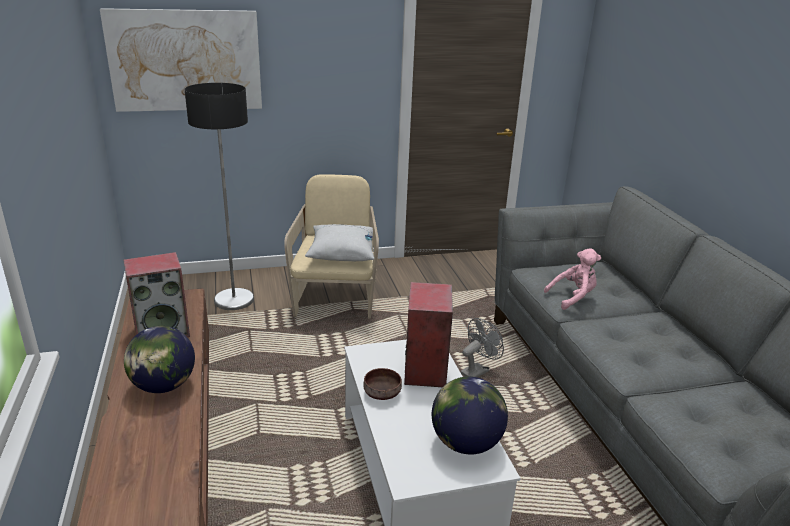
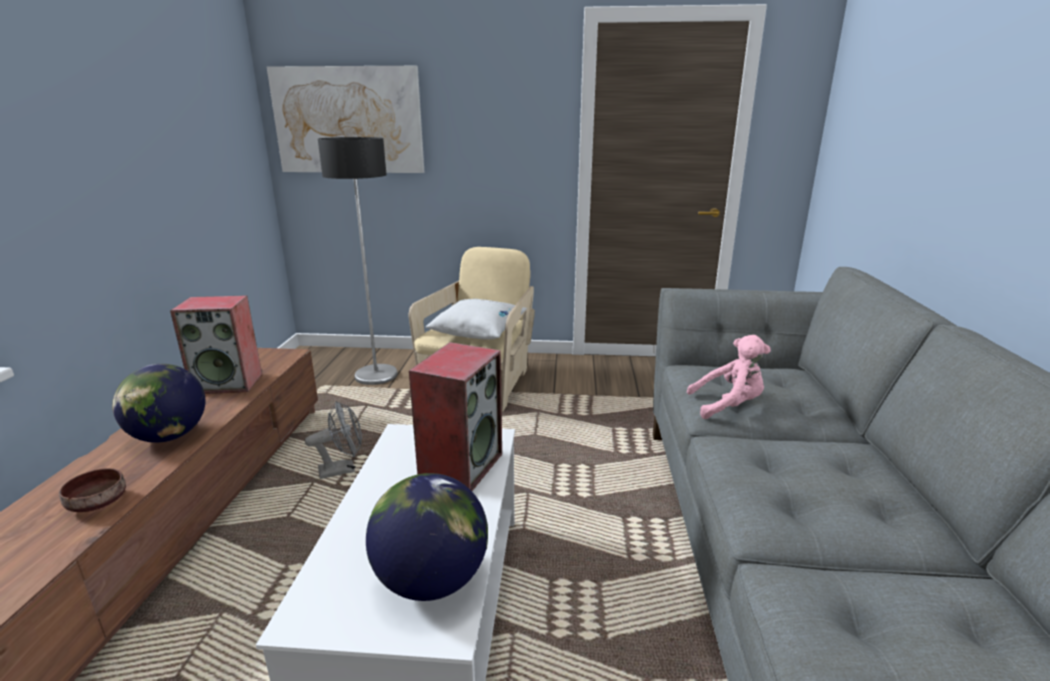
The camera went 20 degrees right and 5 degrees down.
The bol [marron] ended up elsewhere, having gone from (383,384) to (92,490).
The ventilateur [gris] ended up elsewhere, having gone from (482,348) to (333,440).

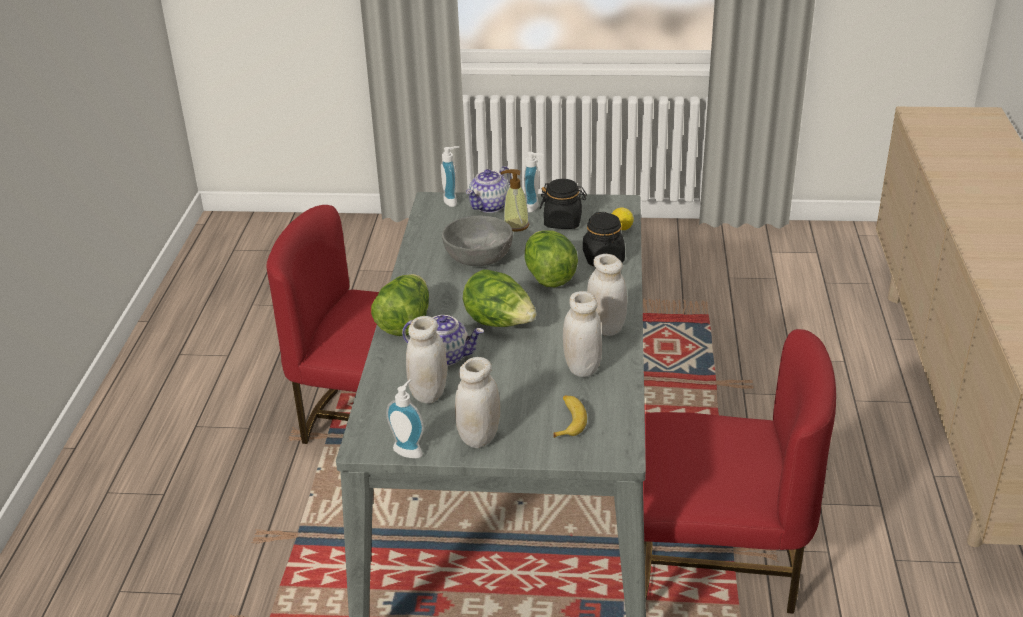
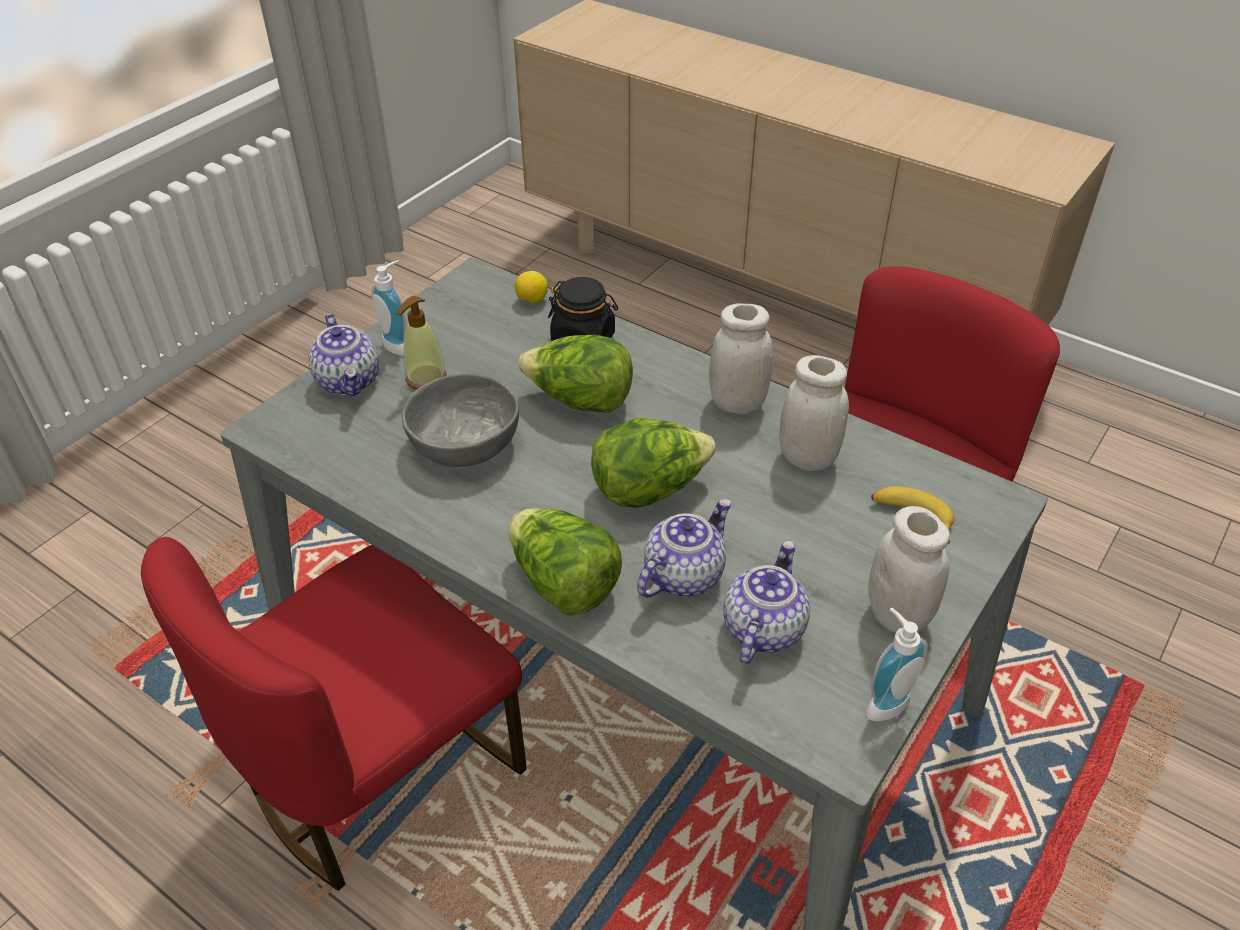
The camera went 60 degrees left and 10 degrees up.
Where the bocal [blanc] stood at (426,360), the théière came to stand at (766,602).
The second view lost the distributeur de savon at (450,176).
The second view lost the bocal [noir] at (563,204).

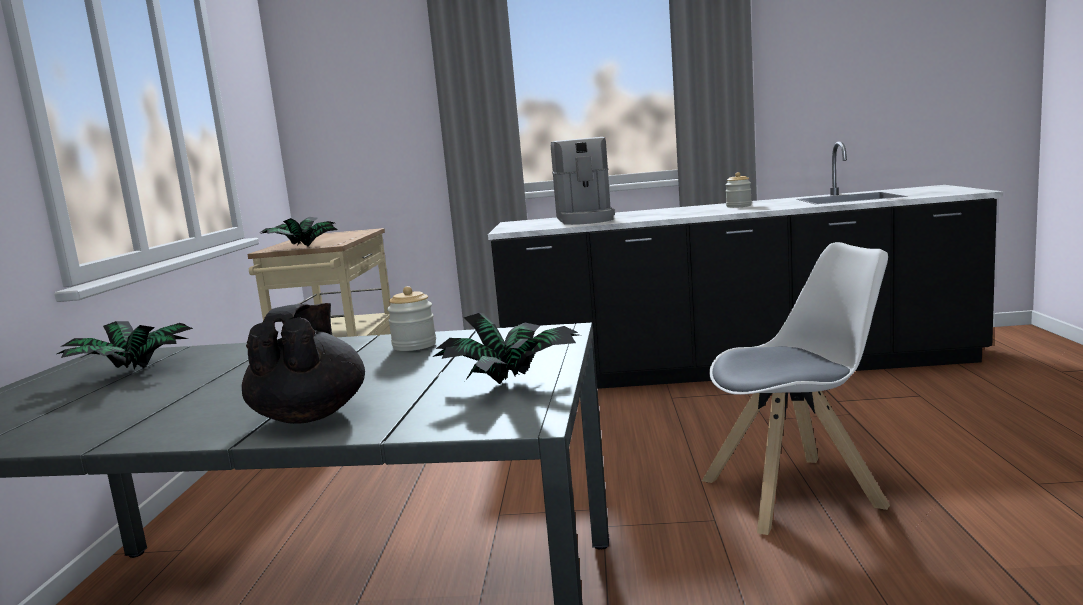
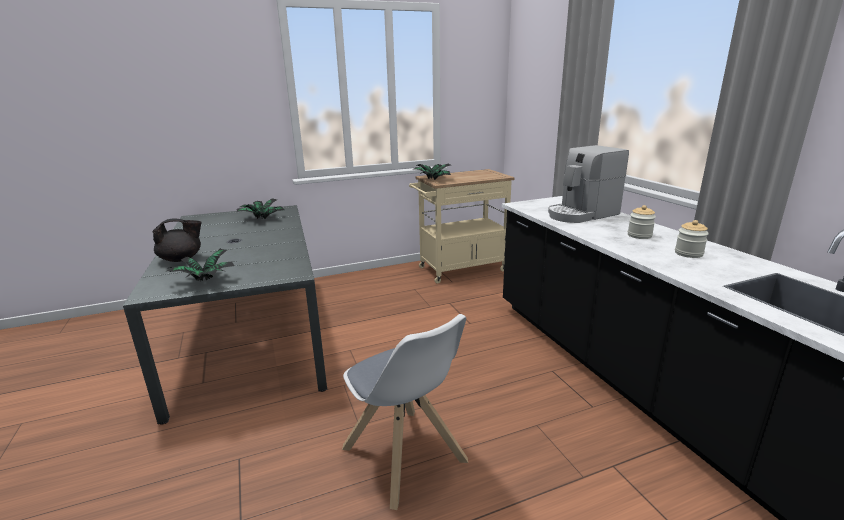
The camera went 65 degrees right and 10 degrees up.
The bocal ended up elsewhere, having gone from (411,318) to (642,222).

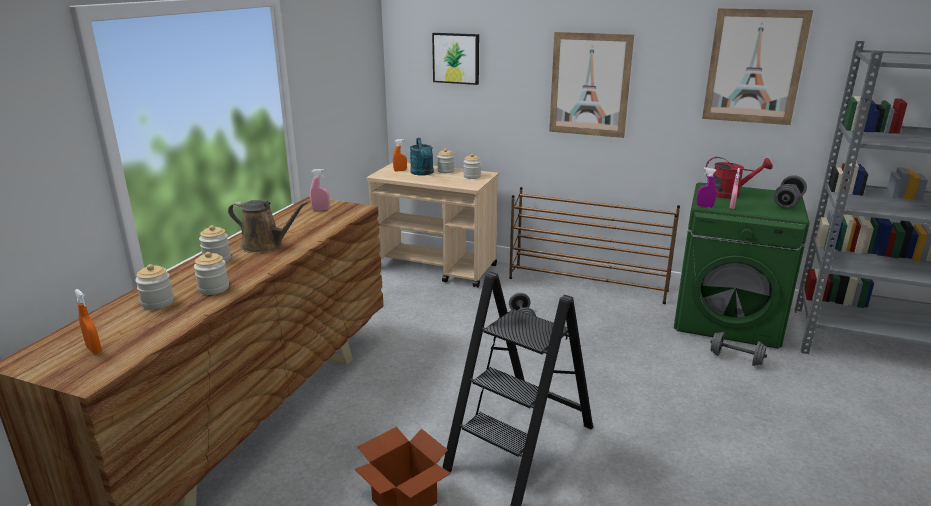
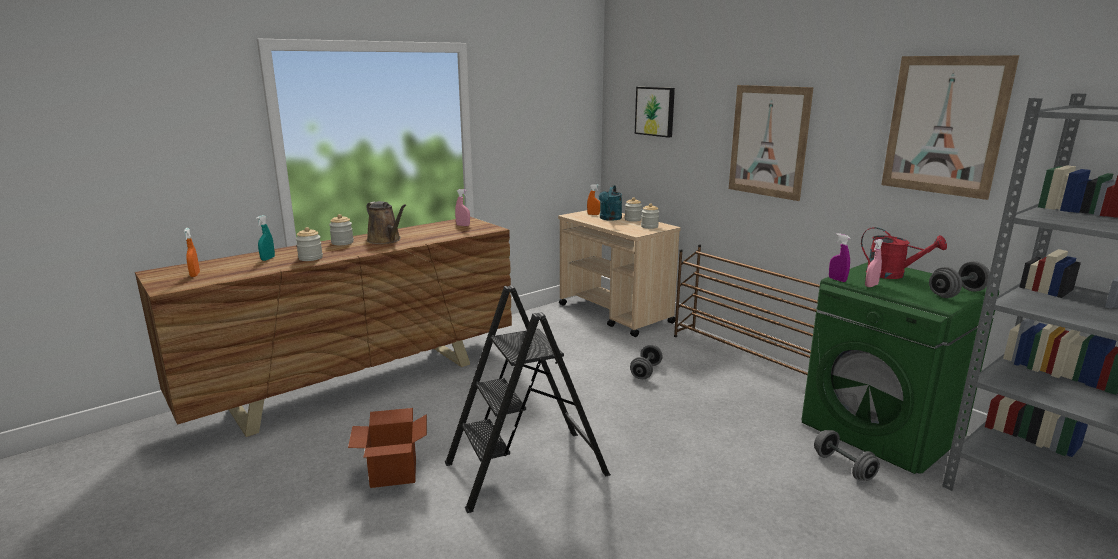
The camera went 30 degrees right and 5 degrees down.
Where the bocal stood at (154,286), the vaporisateur [turquoise] came to stand at (265,238).

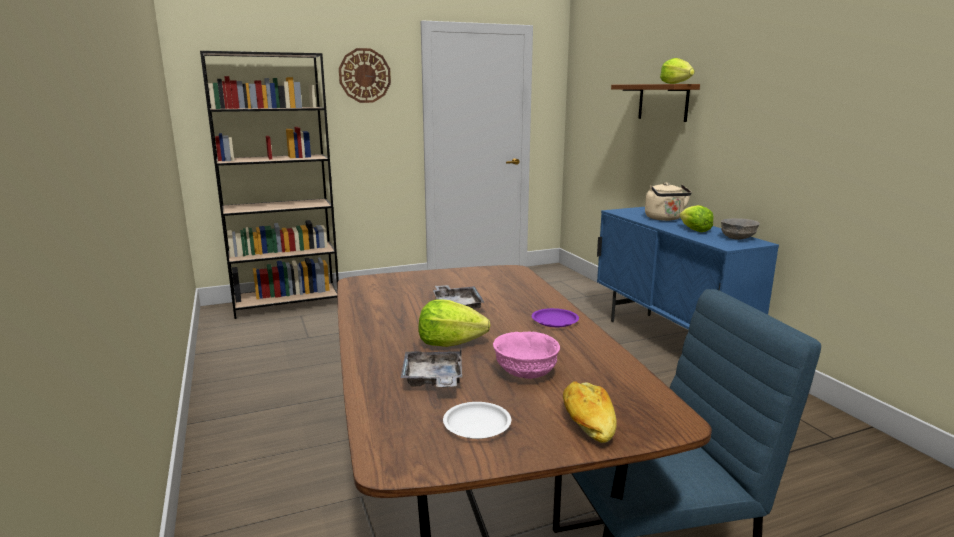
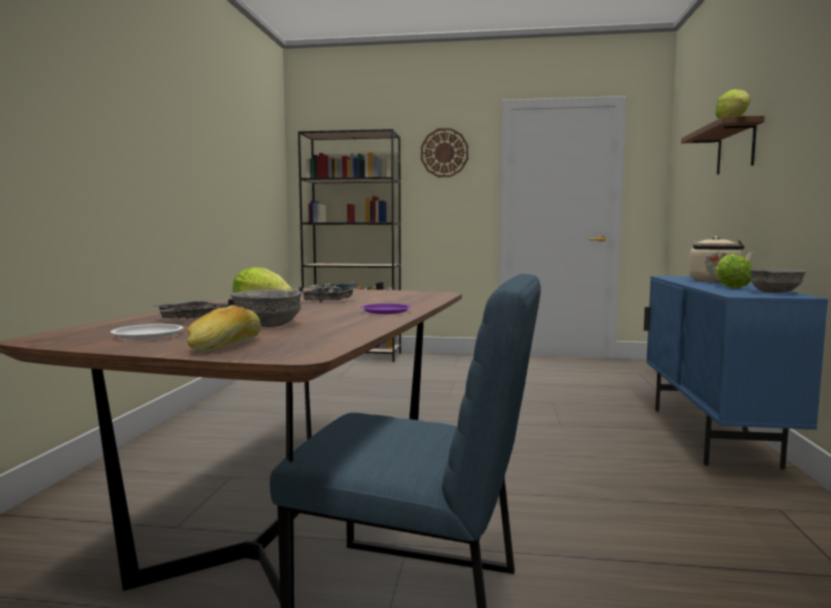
The camera went 30 degrees right and 10 degrees down.
What was the bol [rose] at (526,355) turned into the bol [gris] at (266,308).

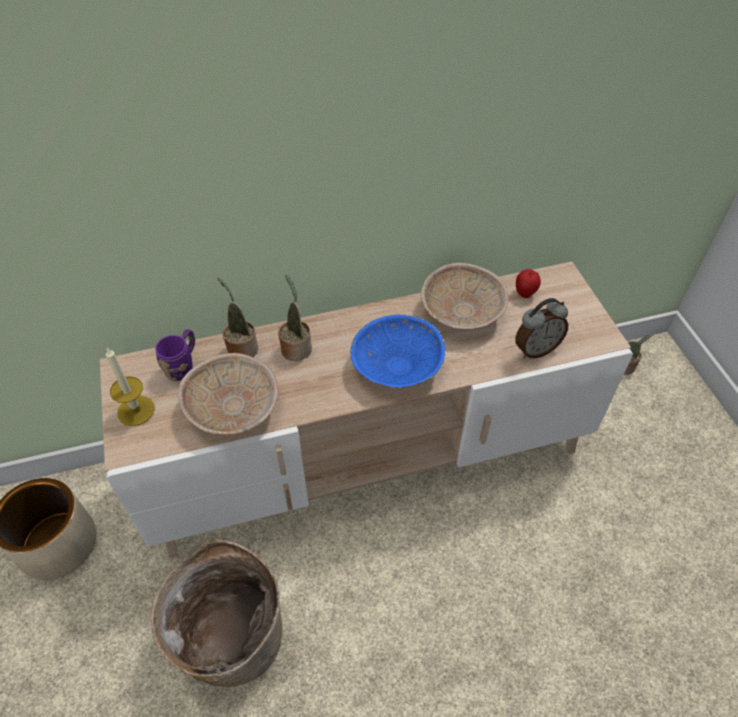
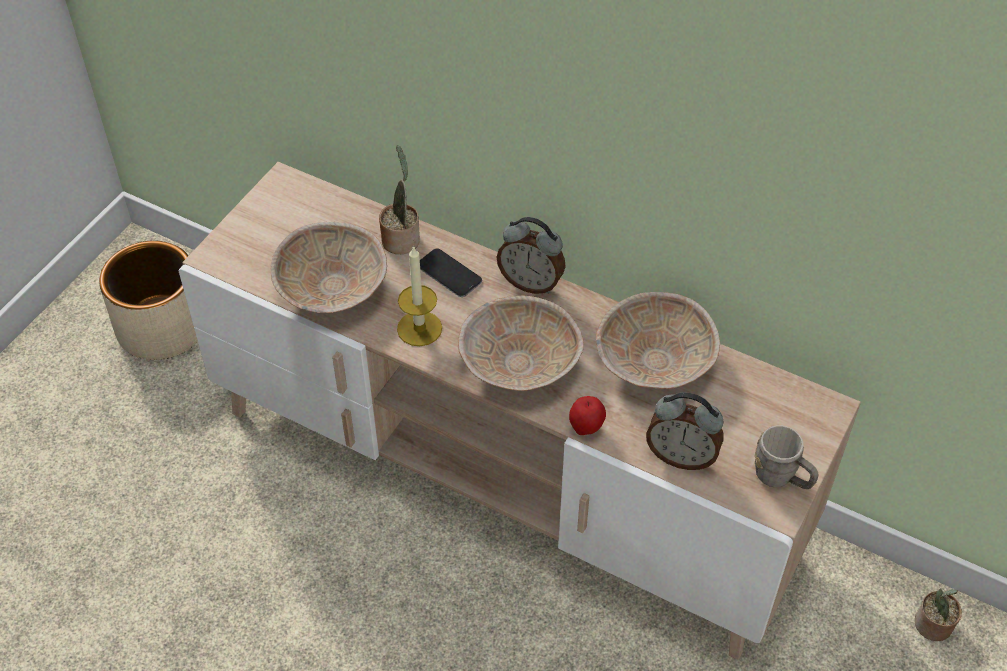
The camera went 45 degrees right and 0 degrees up.
The bougie ended up elsewhere, having gone from (130,387) to (419,295).
The second view lost the panier at (216,613).
The second view lost the mug [violet] at (175,355).
Where the plante en pot stood at (295,317), the téléphone came to stand at (451,273).
What was the bol [bleu] at (397,351) turned into the bol [beige] at (521,343).
The pomme ended up elsewhere, having gone from (528,283) to (587,415).
The second view gained the réveil at (531,255).
The second view gained the mug [gris] at (787,457).

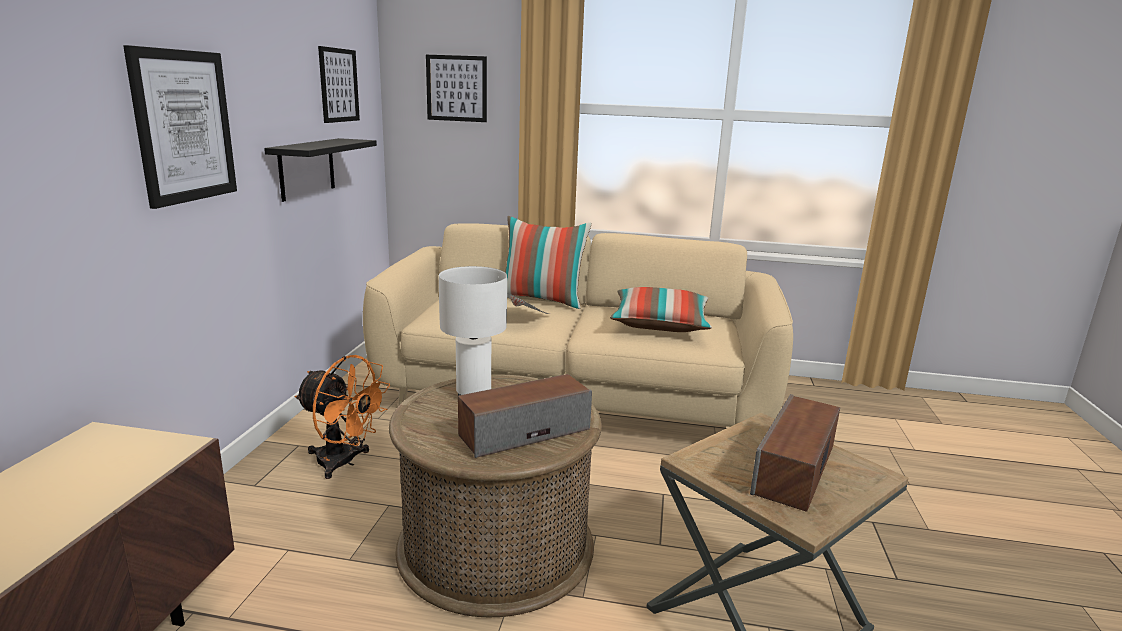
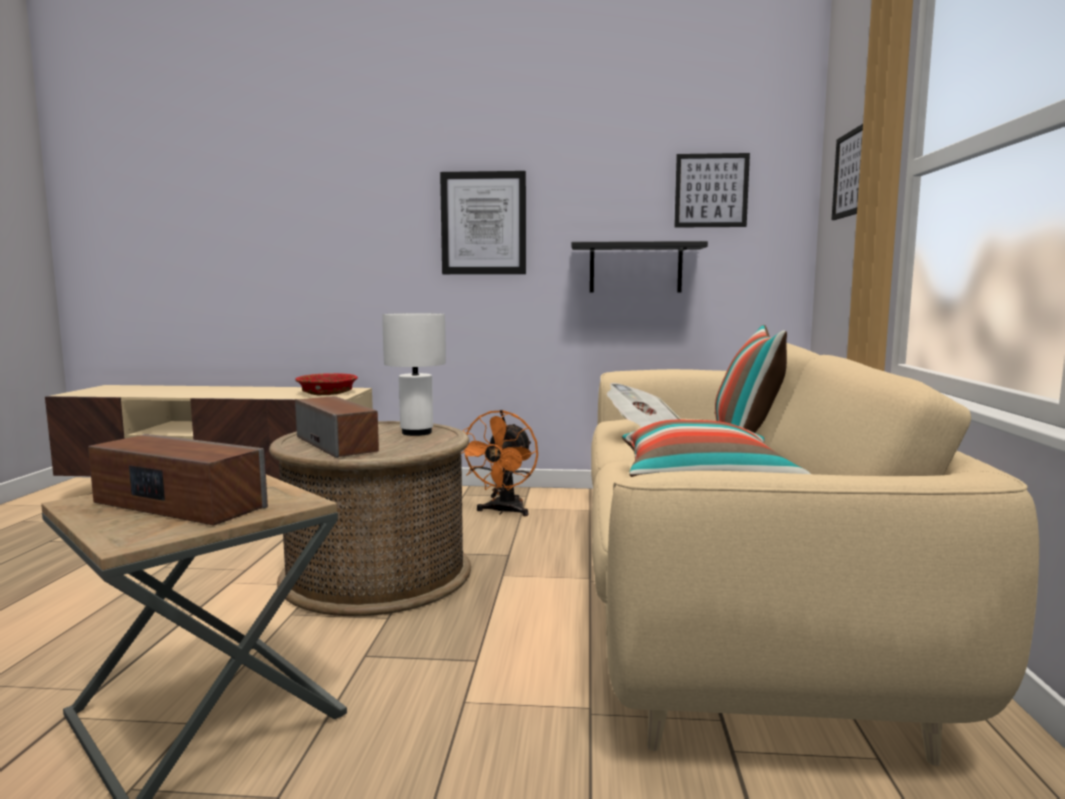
The camera went 85 degrees right and 10 degrees down.
The second view gained the bol [rouge] at (326,384).

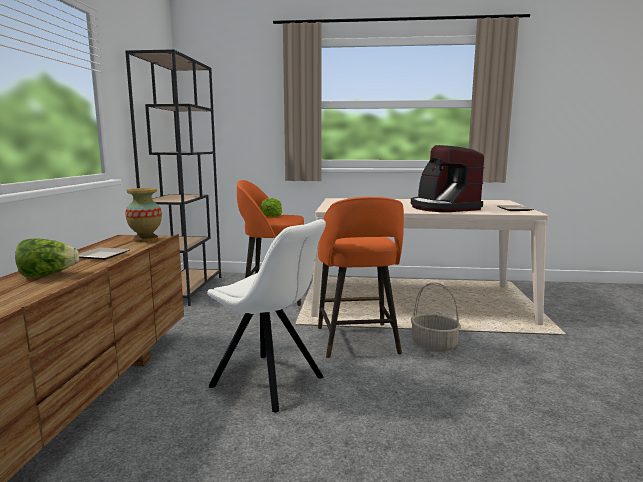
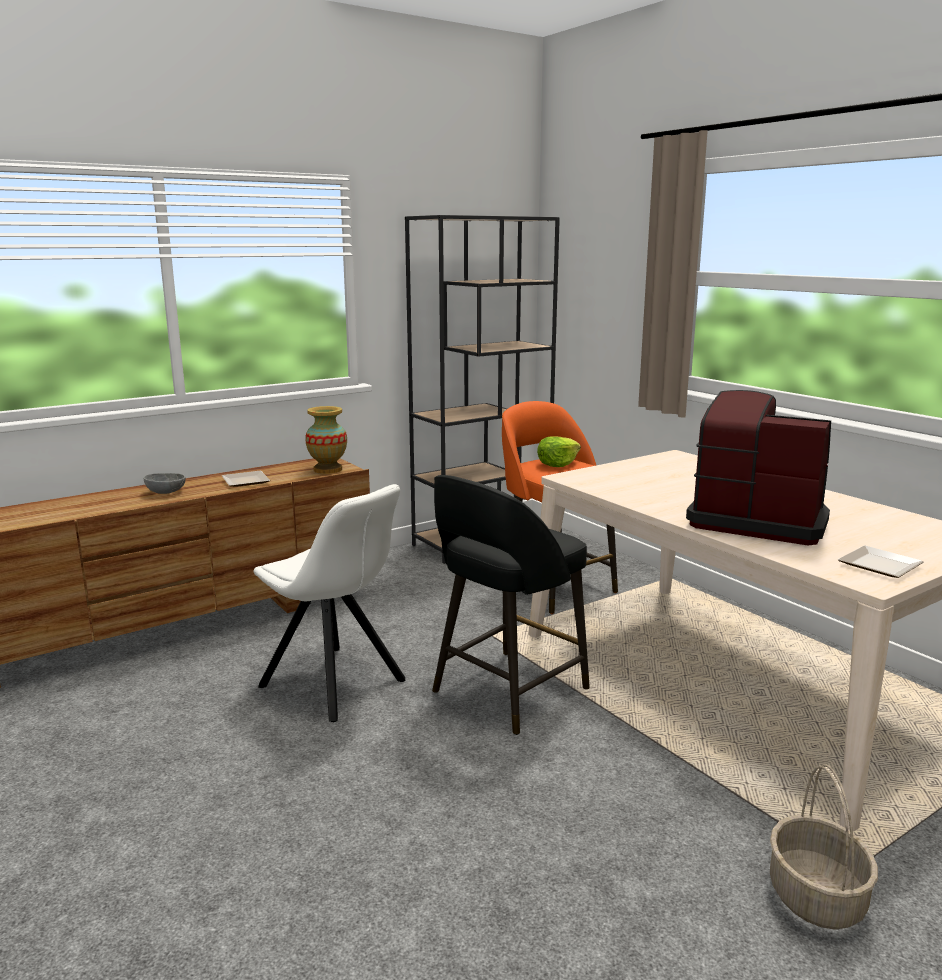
The camera went 50 degrees right and 5 degrees up.
Where the laitue stood at (47,257), the bol [gris] came to stand at (164,483).
The chaise [blanc] at (266,315) ended up facing another way, 45 degrees counterclockwise from before.
What was the tabouret [orange] at (361,277) turned into the tabouret [noir] at (511,605).
The machine à café at (447,178) ended up facing another way, 90 degrees clockwise from before.
The panier ended up elsewhere, having gone from (436,317) to (824,847).

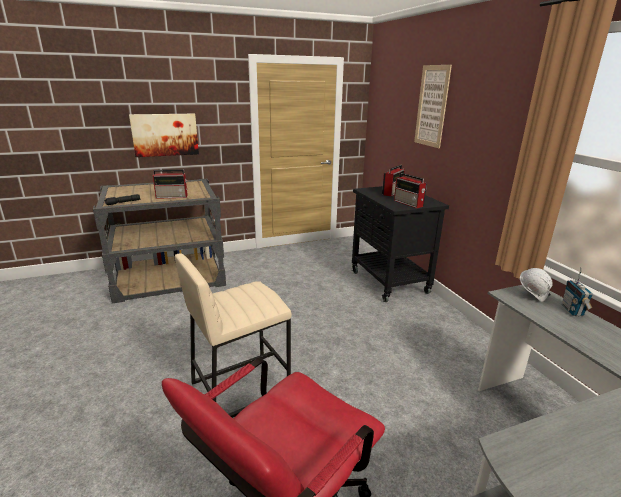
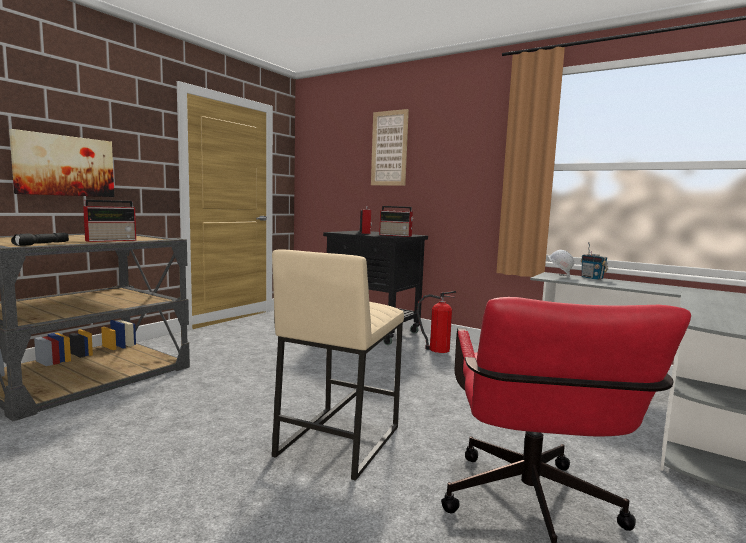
The camera went 35 degrees left and 15 degrees down.
The second view gained the extincteur at (437,322).

